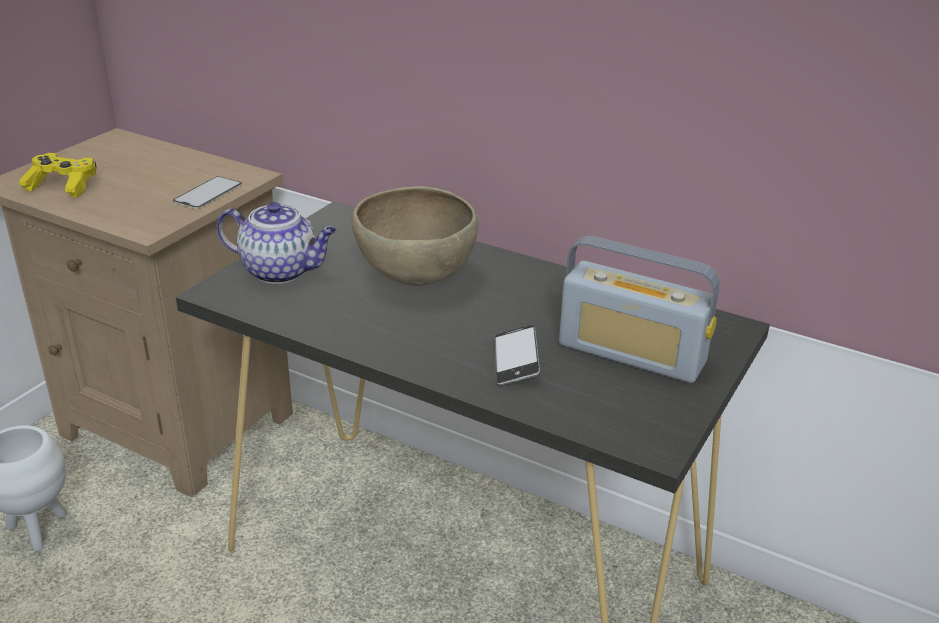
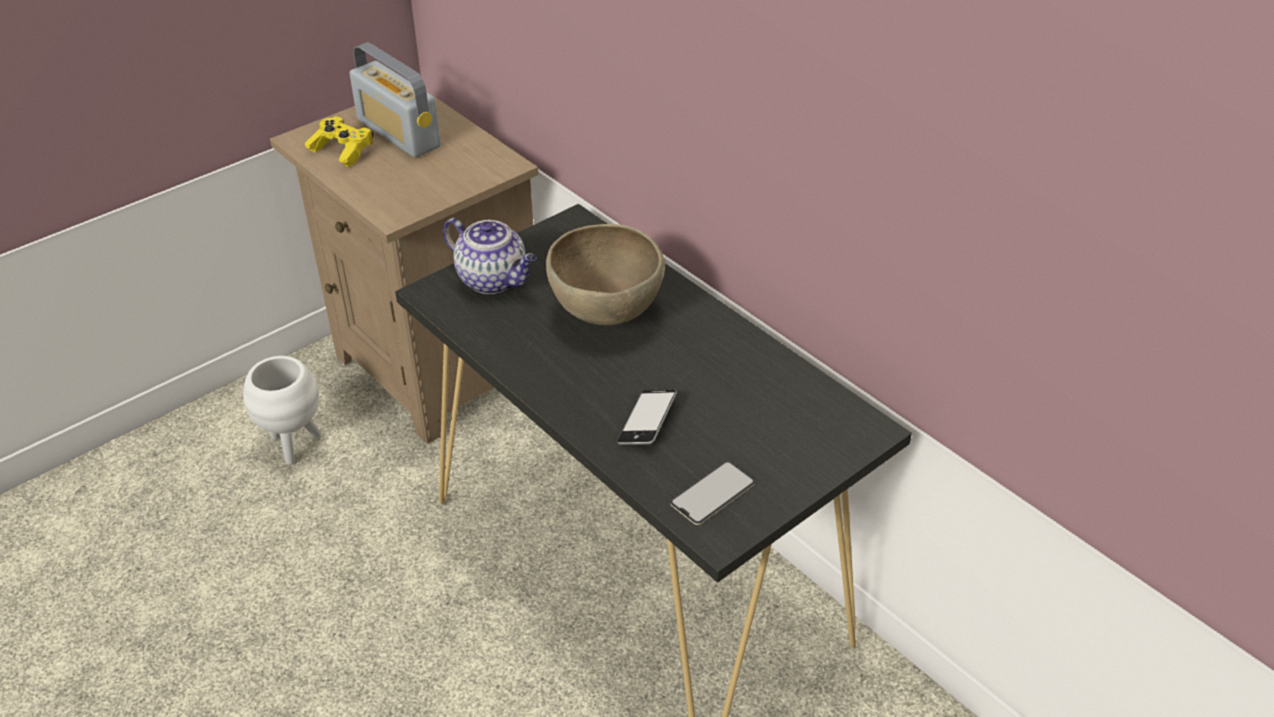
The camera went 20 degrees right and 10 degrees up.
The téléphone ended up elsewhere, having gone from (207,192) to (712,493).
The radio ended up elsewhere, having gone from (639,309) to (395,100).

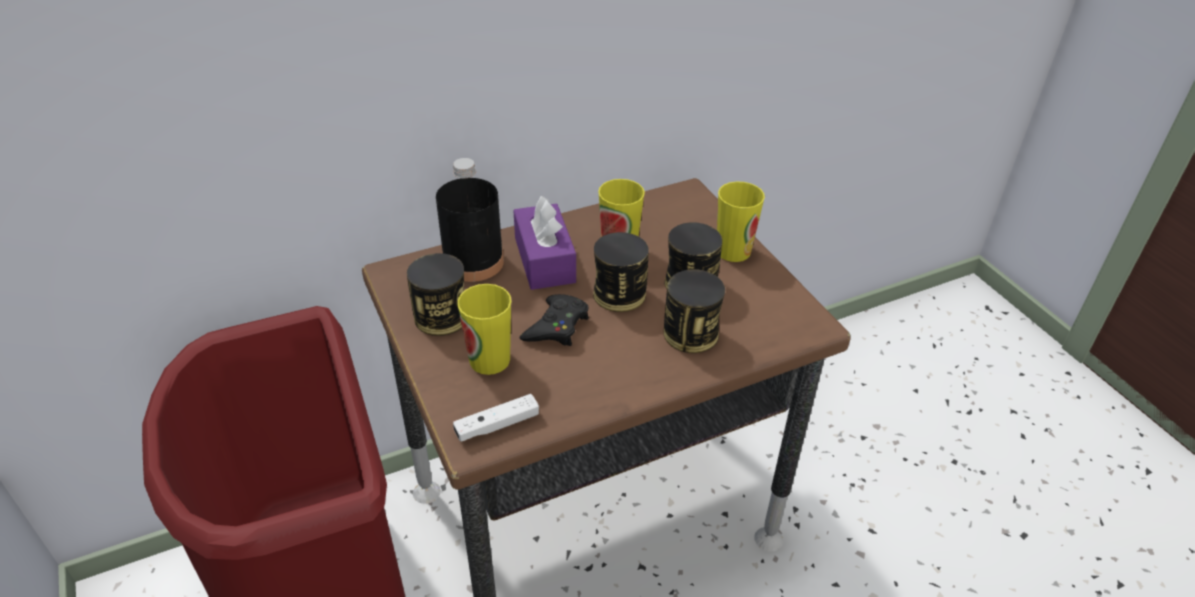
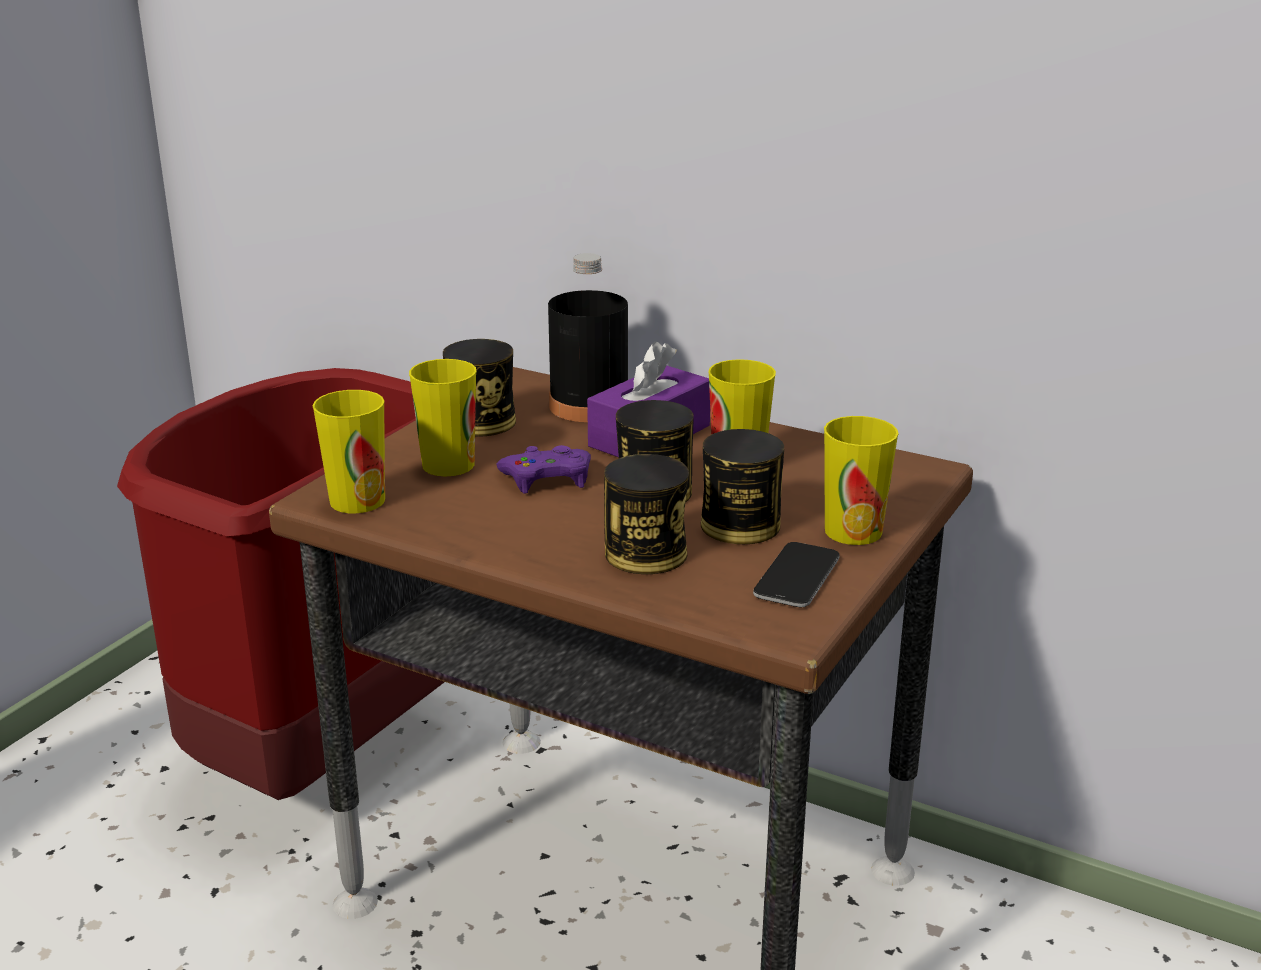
The camera went 55 degrees right and 15 degrees down.
Where the manette [blanc] stood at (496,418), the tasse came to stand at (348,451).
What was the manette [noir] at (554,320) turned into the manette [violet] at (544,469).
The second view gained the téléphone at (796,574).

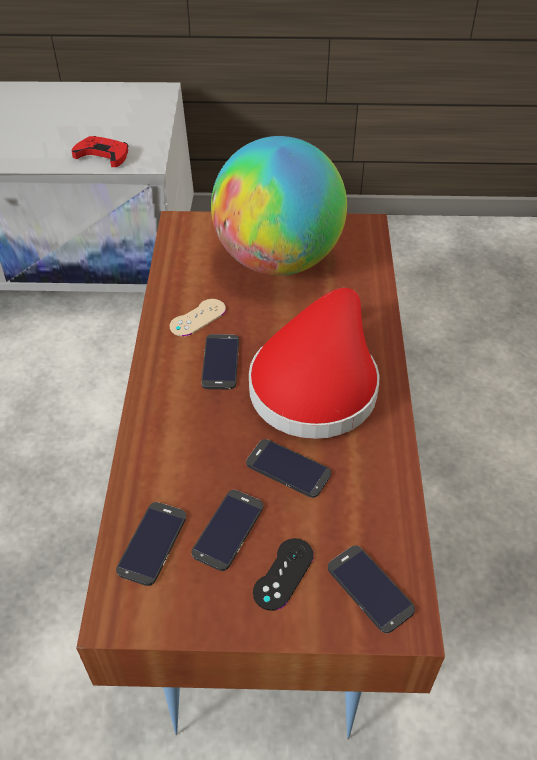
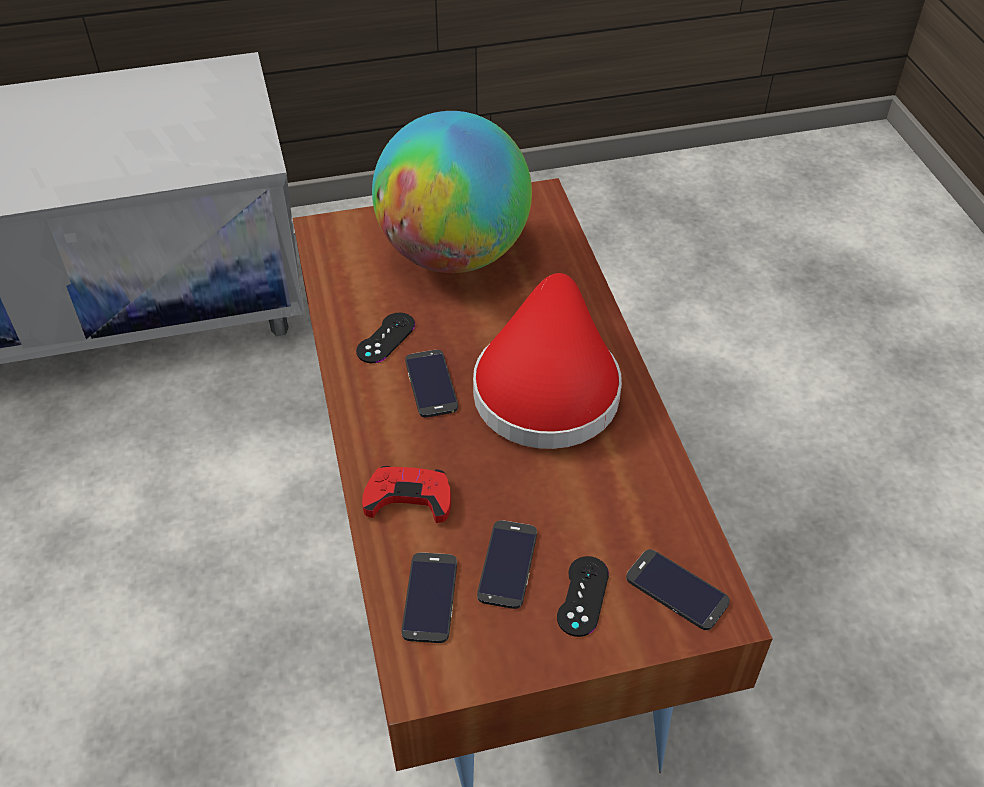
The camera went 15 degrees left and 0 degrees up.
The manette [rouge] ended up elsewhere, having gone from (99,151) to (406,494).
What was the manette [beige] at (198,317) turned into the manette [noir] at (385,338).
The second view lost the téléphone at (288,468).

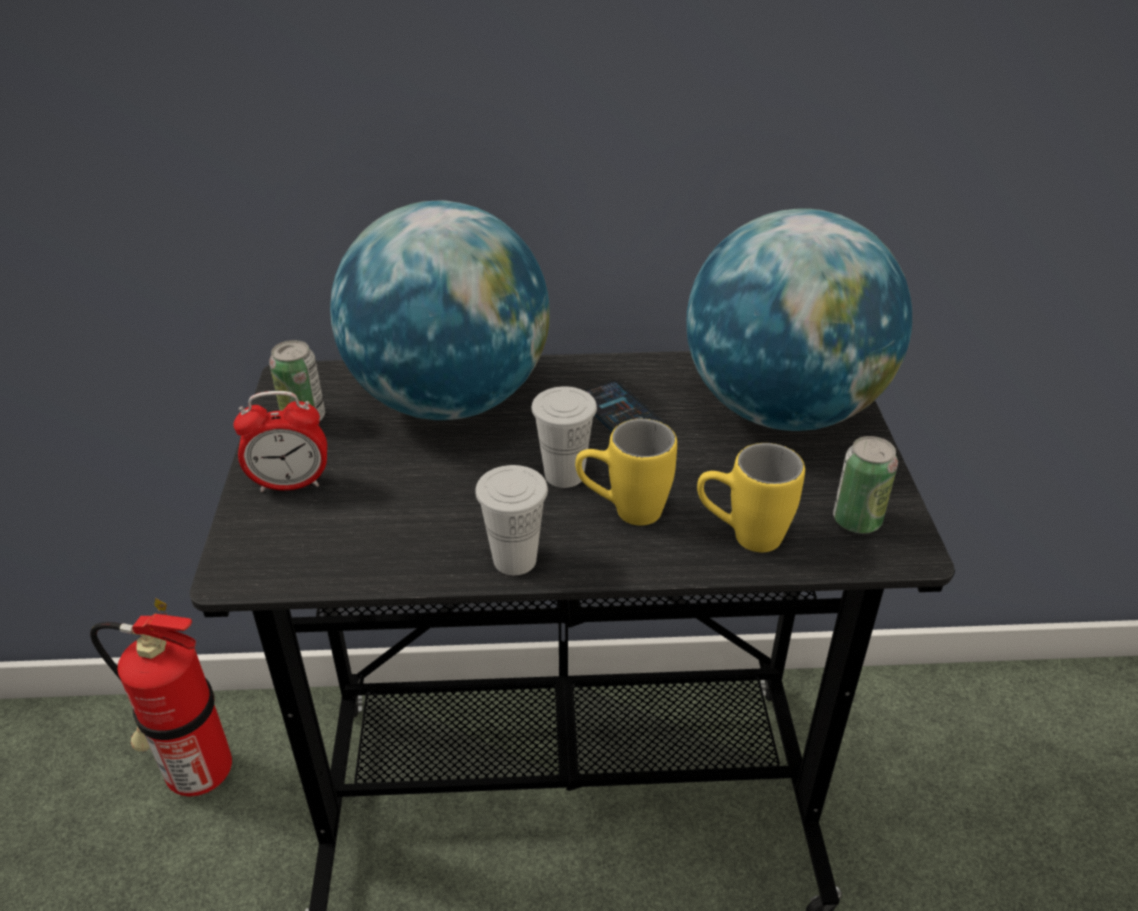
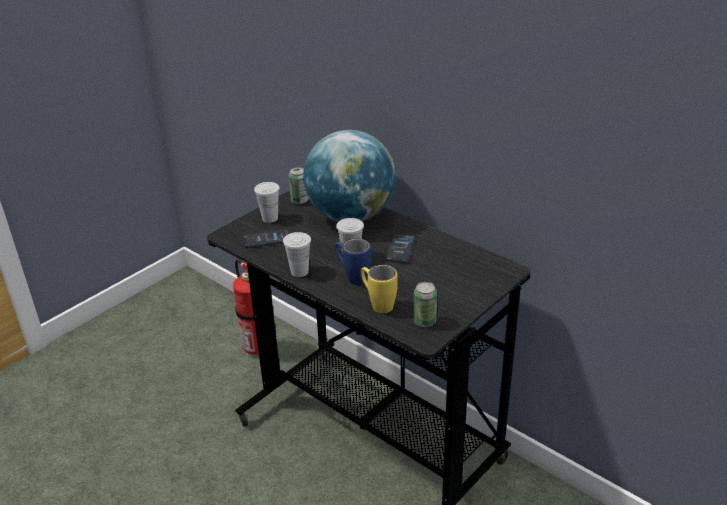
The camera went 45 degrees right and 5 degrees down.
Where the réveil stood at (280,441), the tasse [blanc] came to stand at (267,202).
What was the mug [jaune] at (626,472) turned into the mug [bleu] at (353,262).
The second view lost the globe at (799,319).
The second view gained the téléphone at (266,238).

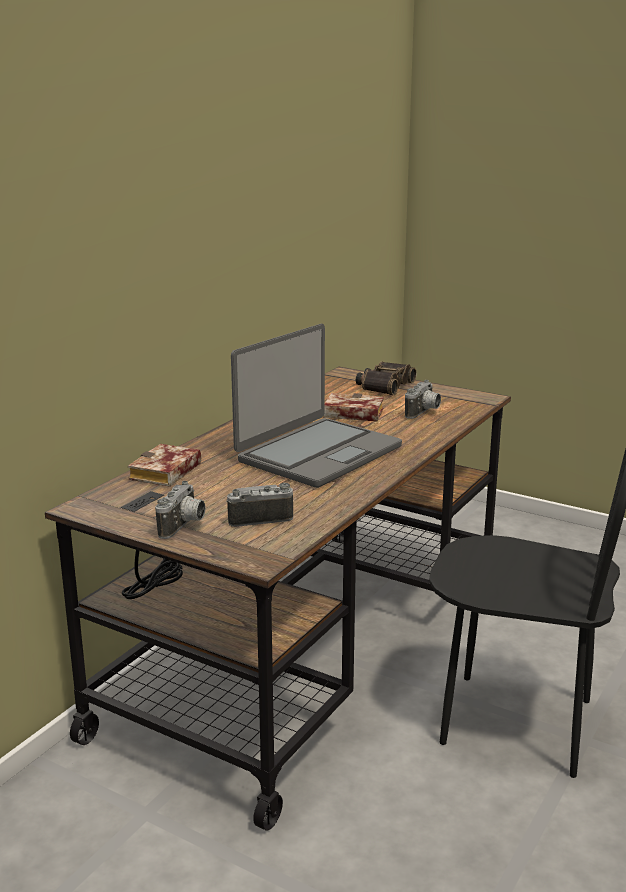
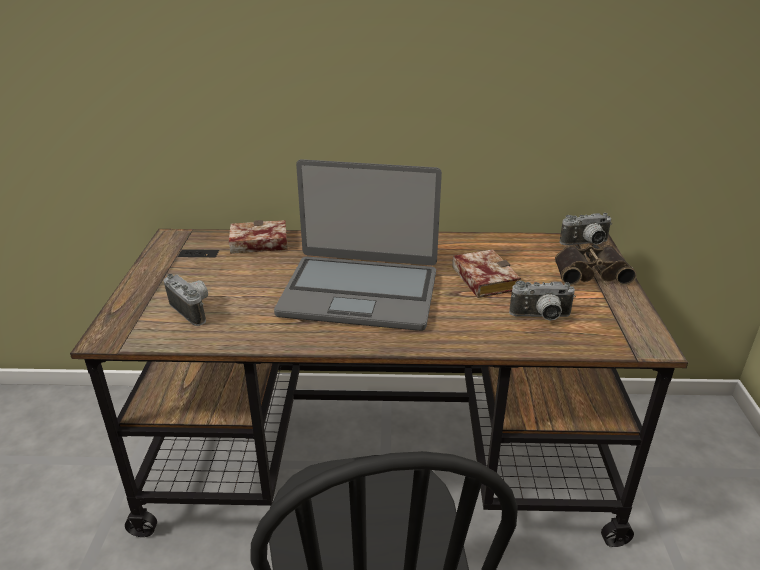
The camera went 60 degrees right and 10 degrees up.
The appareil photo ended up elsewhere, having gone from (180,510) to (586,229).

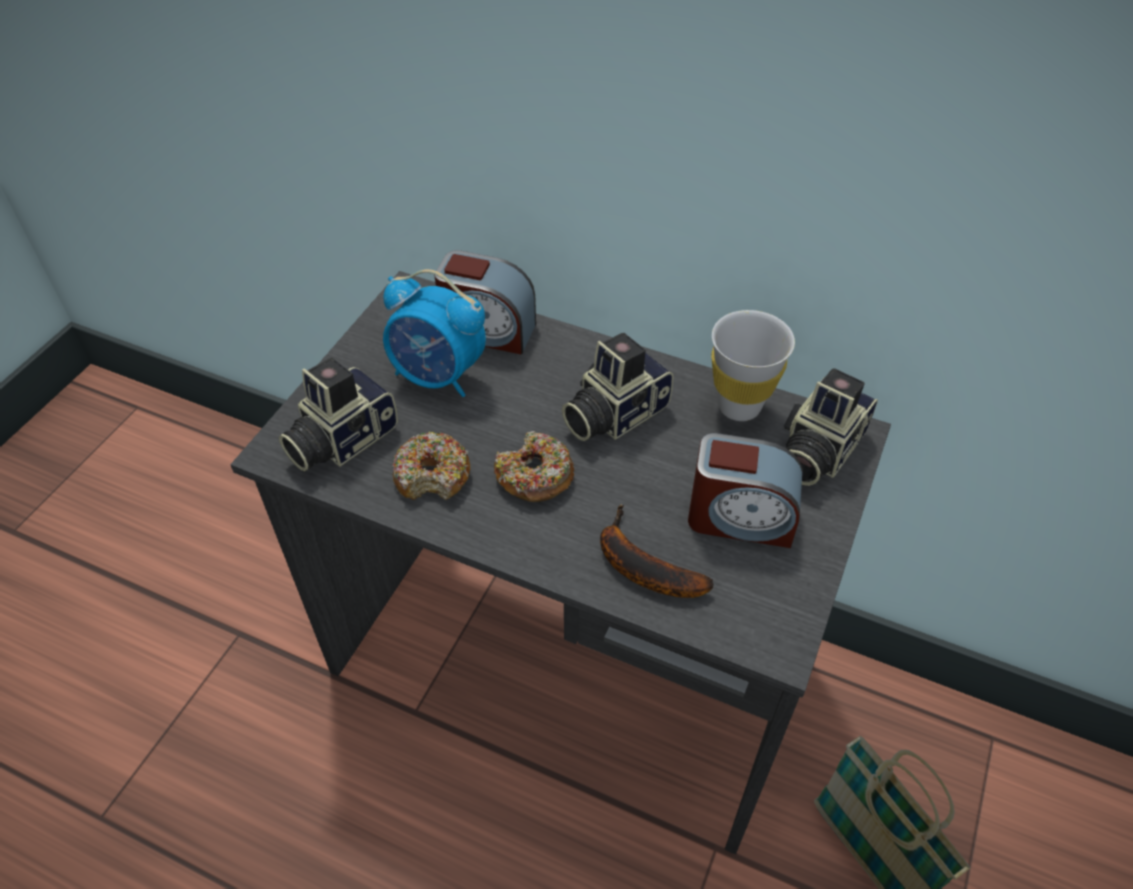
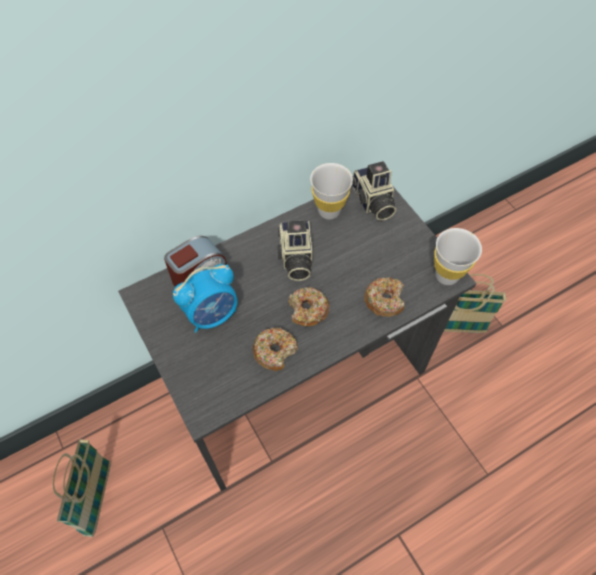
The camera went 55 degrees left and 10 degrees up.
The second view lost the appareil photo at (338,415).
Where the banane stood at (657,551), the beignet came to stand at (384,297).
The second view lost the réveil at (745,490).
The second view gained the panier at (82,488).
The second view gained the tasse [blanc] at (458,256).

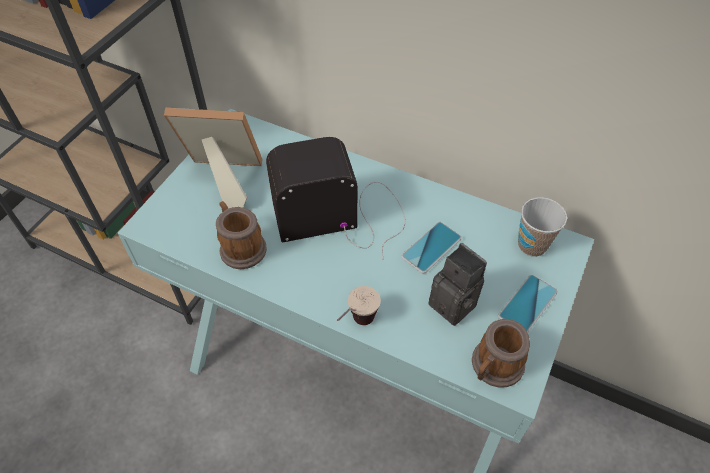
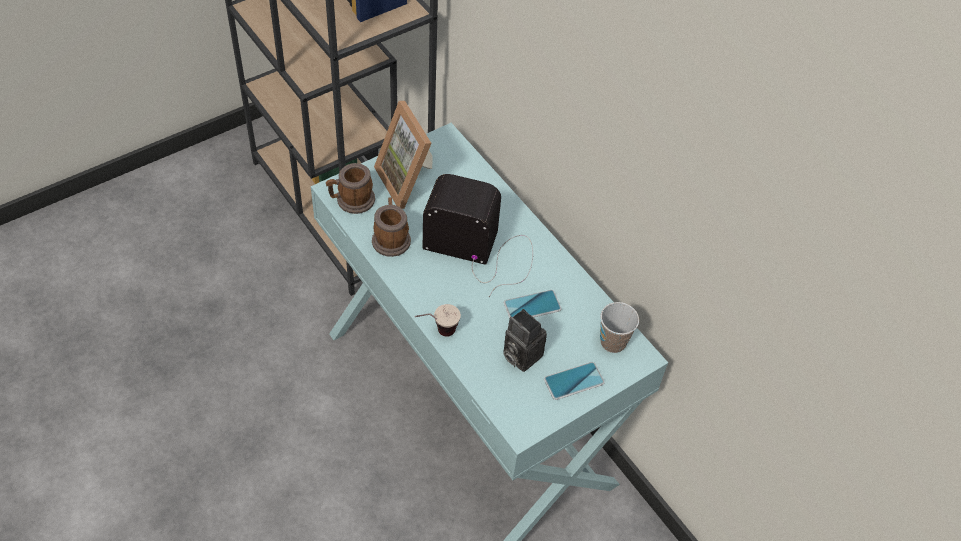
The camera went 25 degrees right and 0 degrees up.
The cadre photo at (213,158) ended up facing another way, 150 degrees counterclockwise from before.
The appareil photo at (457,284) ended up facing another way, 150 degrees clockwise from before.
The mug ended up elsewhere, having gone from (501,353) to (350,188).

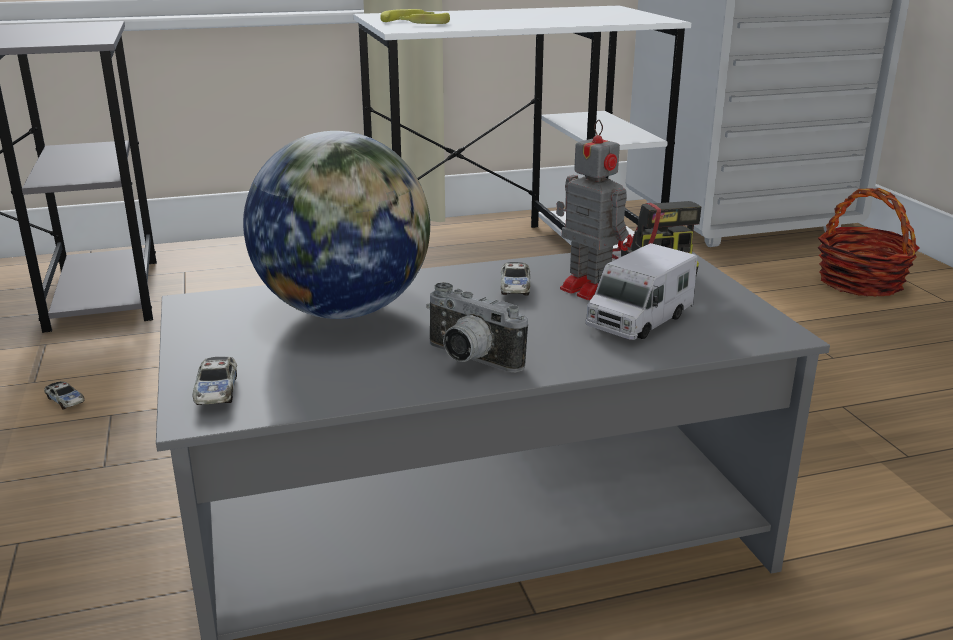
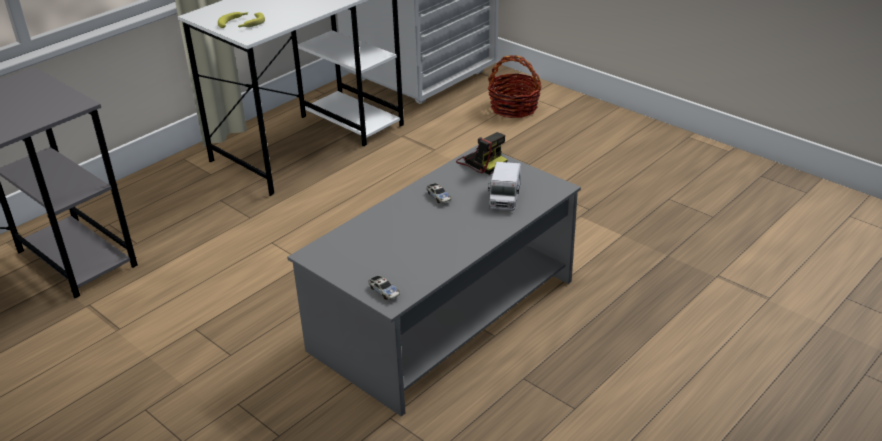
The camera went 30 degrees left and 10 degrees up.
The second view lost the petite voiture at (64,395).
The second view lost the globe at (336,225).
The second view lost the appareil photo at (477,327).
The second view lost the robot jouet at (594,210).

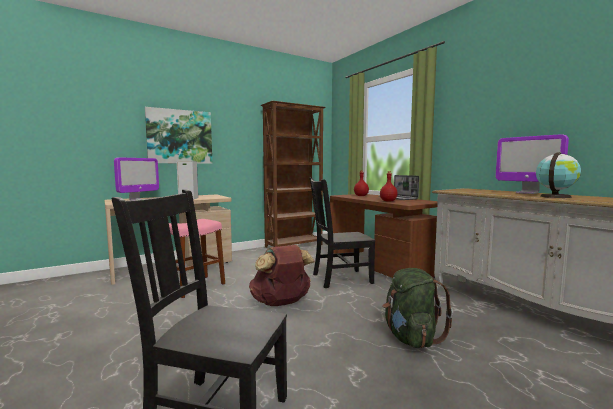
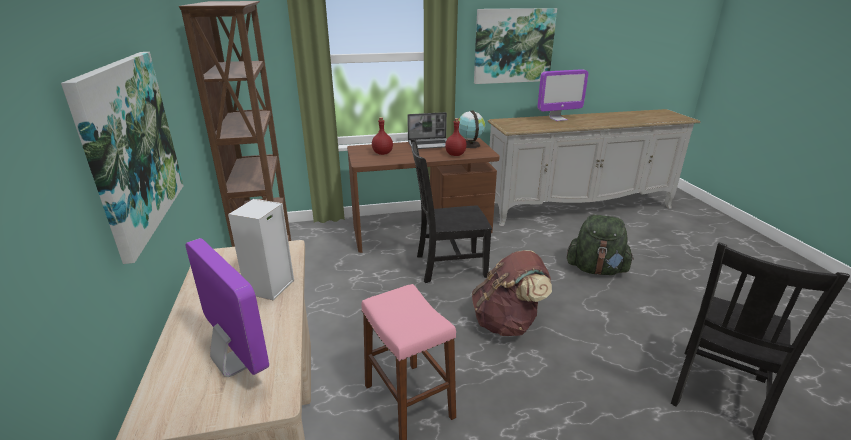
The camera went 70 degrees left and 20 degrees up.
The chaise [noir] at (342,233) ended up facing another way, 75 degrees clockwise from before.
The globe ended up elsewhere, having gone from (558,175) to (471,129).
The second view gained the tableau at (515,46).

